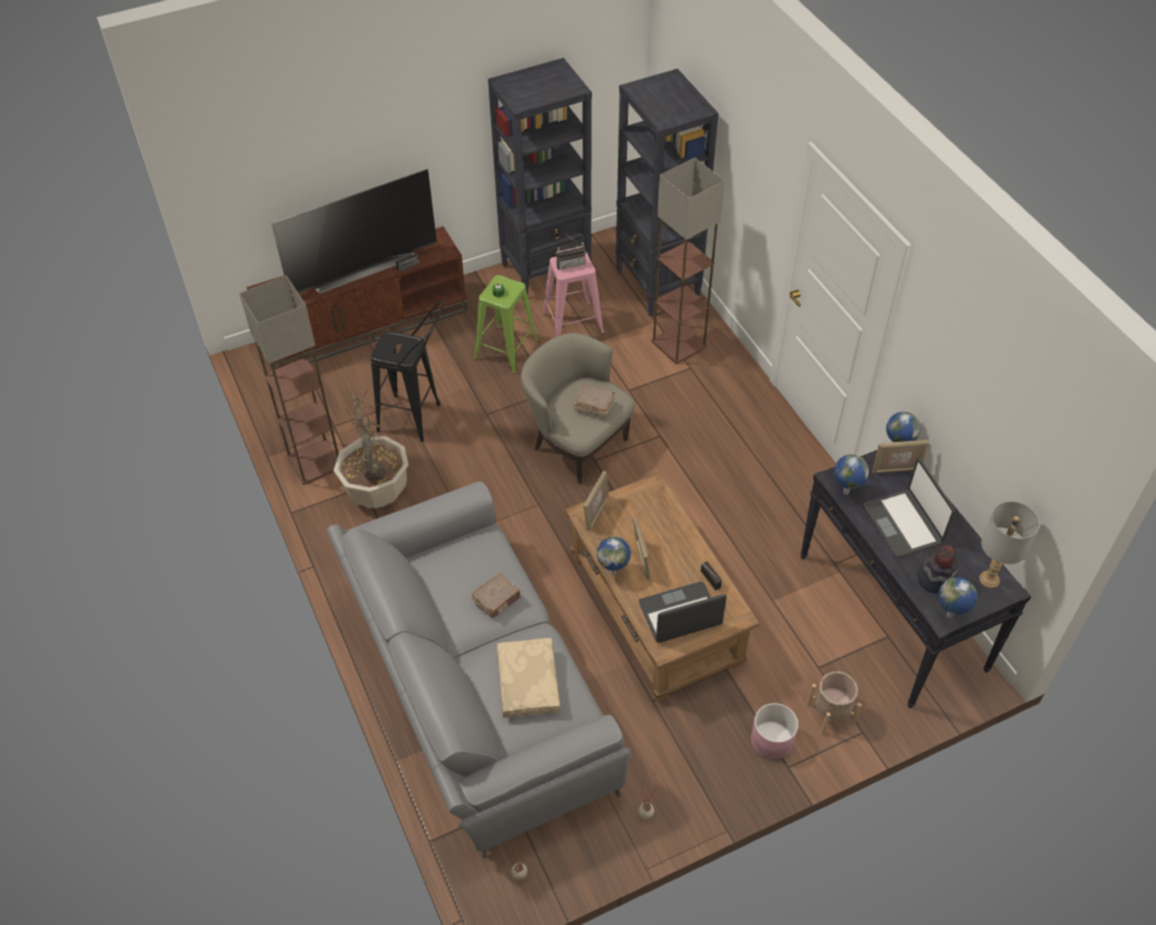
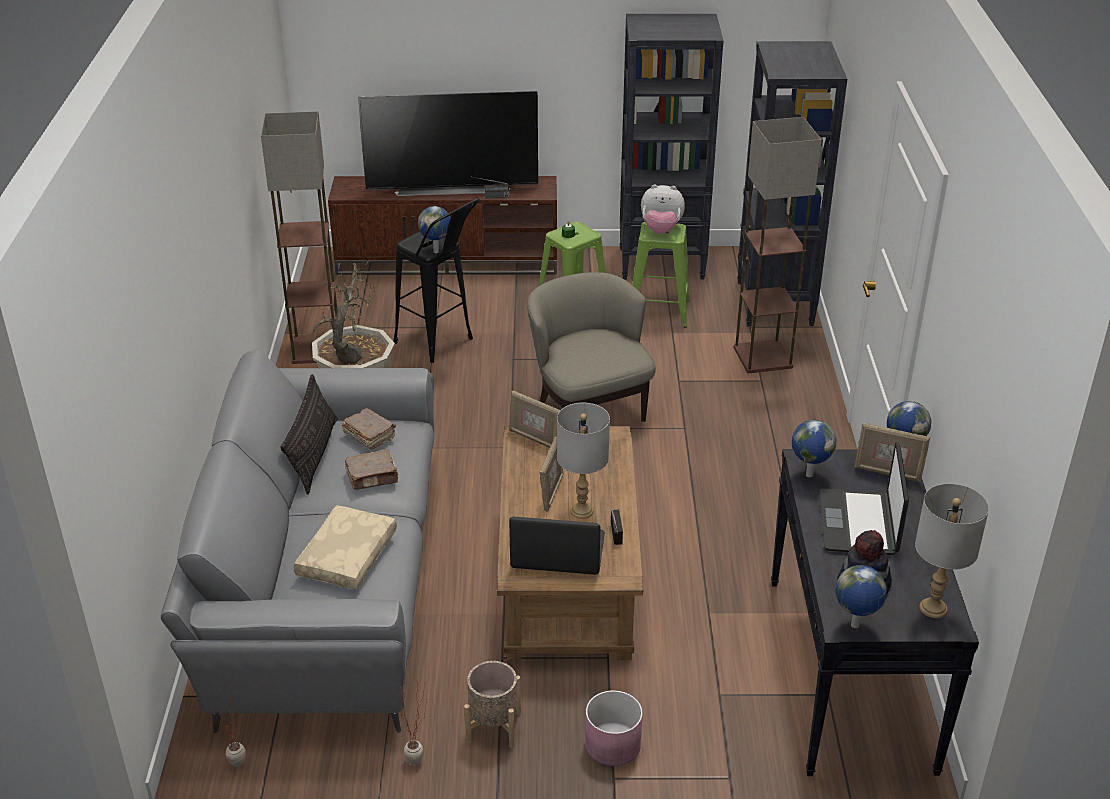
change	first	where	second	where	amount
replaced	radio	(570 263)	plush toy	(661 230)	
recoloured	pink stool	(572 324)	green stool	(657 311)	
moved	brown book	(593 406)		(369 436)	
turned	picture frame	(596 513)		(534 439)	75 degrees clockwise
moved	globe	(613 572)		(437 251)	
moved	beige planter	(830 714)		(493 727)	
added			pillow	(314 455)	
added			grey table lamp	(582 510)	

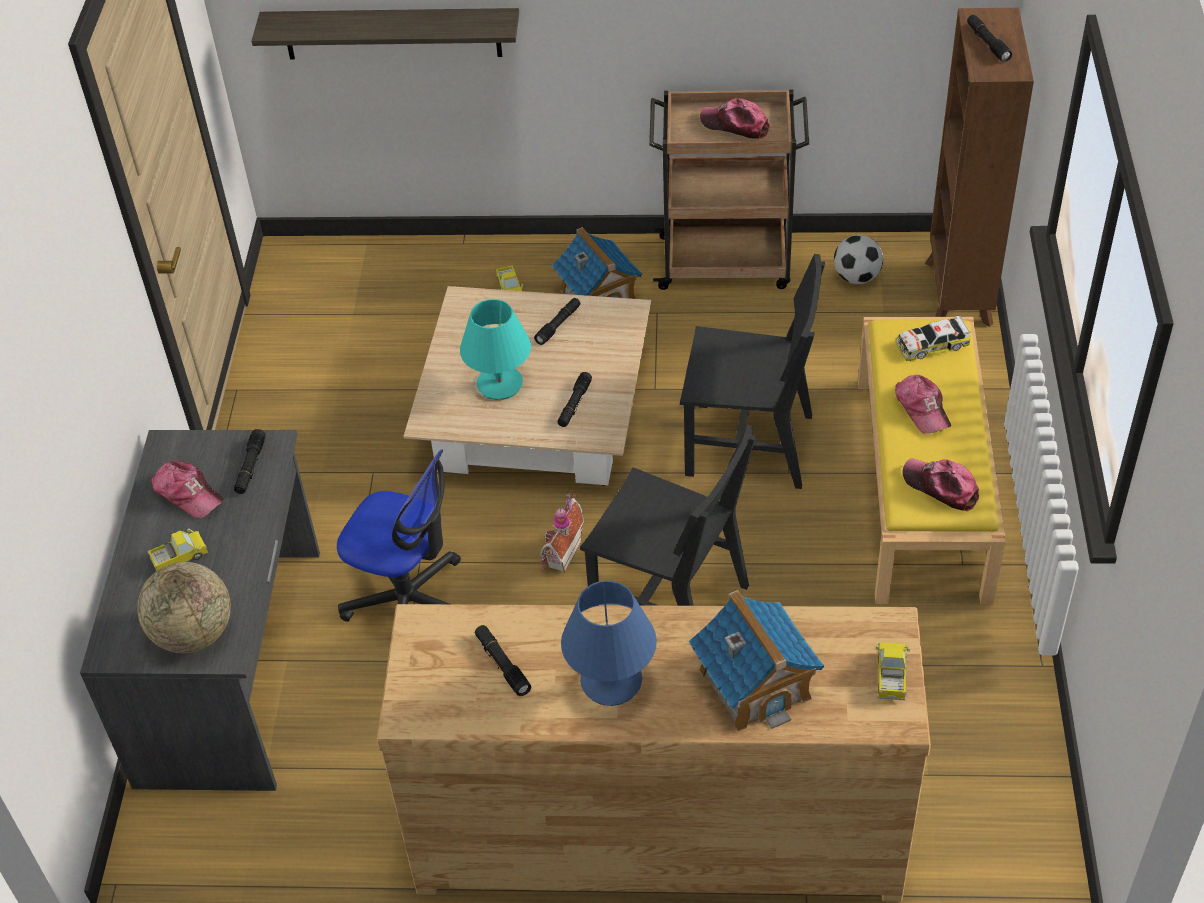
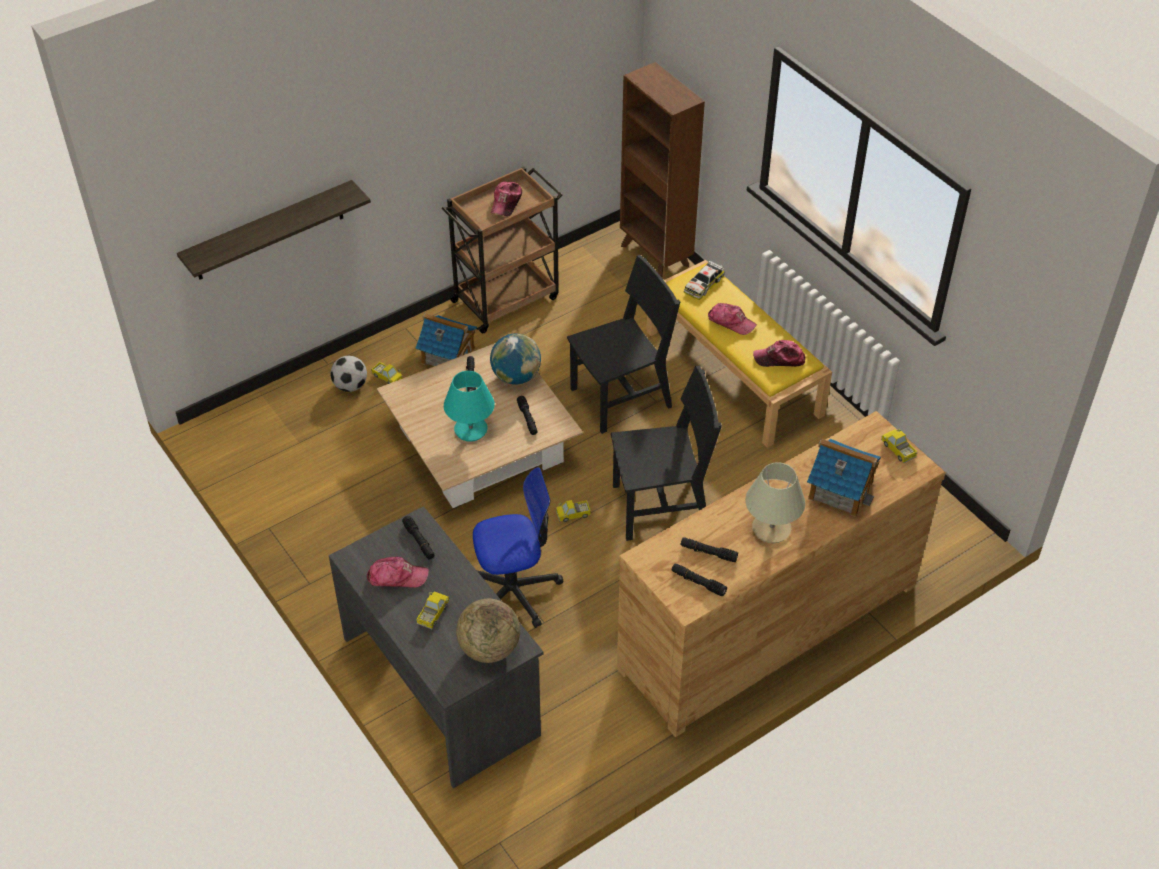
change	first	where	second	where	amount
moved	black flashlight	(987 43)		(698 582)	
turned	cap	(735 125)		(506 202)	60 degrees counterclockwise
moved	football	(856 277)		(350 386)	
replaced	toy house	(560 554)	toy truck	(573 514)	
recoloured	blue table lamp	(611 682)	beige table lamp	(771 529)	
added			globe	(516 377)	

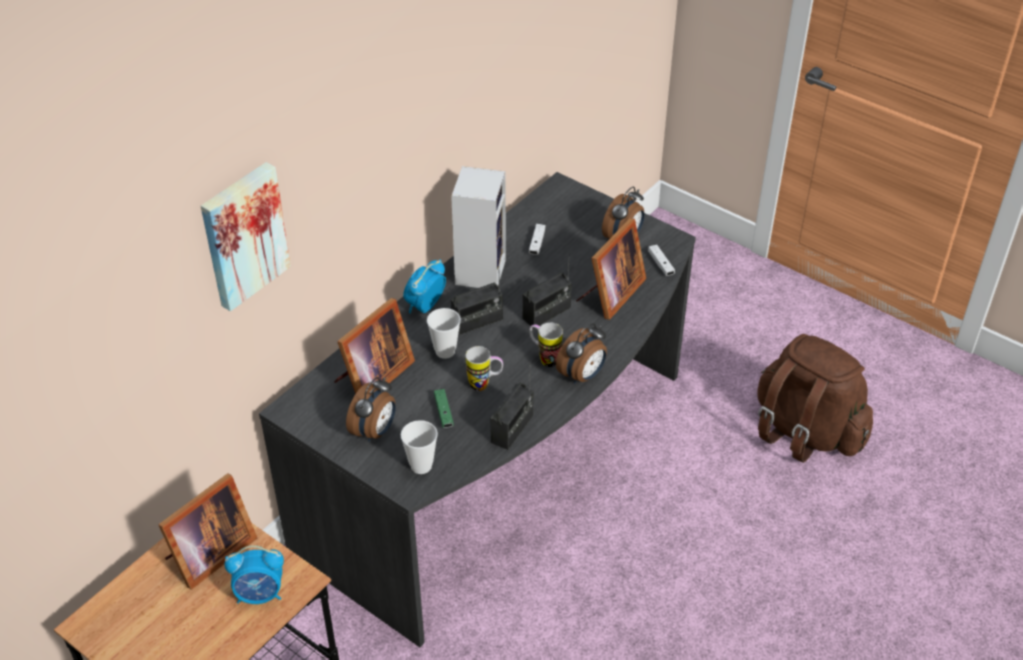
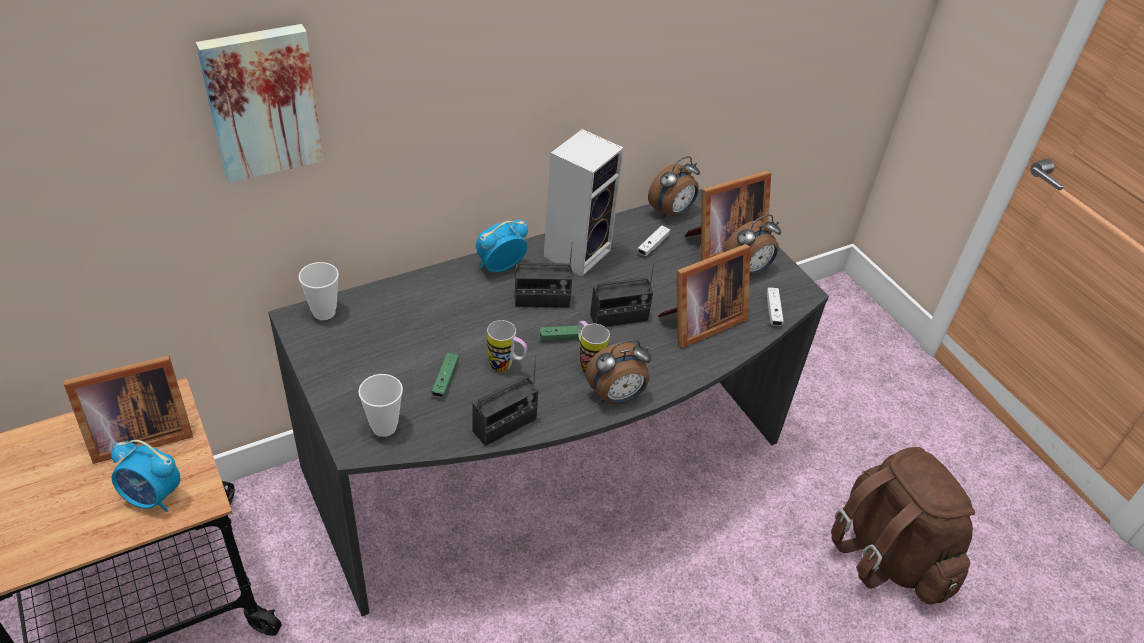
change	first	where	second	where	amount
moved	picture frame	(372 377)		(721 243)	
moved	cup	(445 351)		(324 312)	
moved	alarm clock	(375 431)		(672 212)	
added			green game controller	(565 337)	

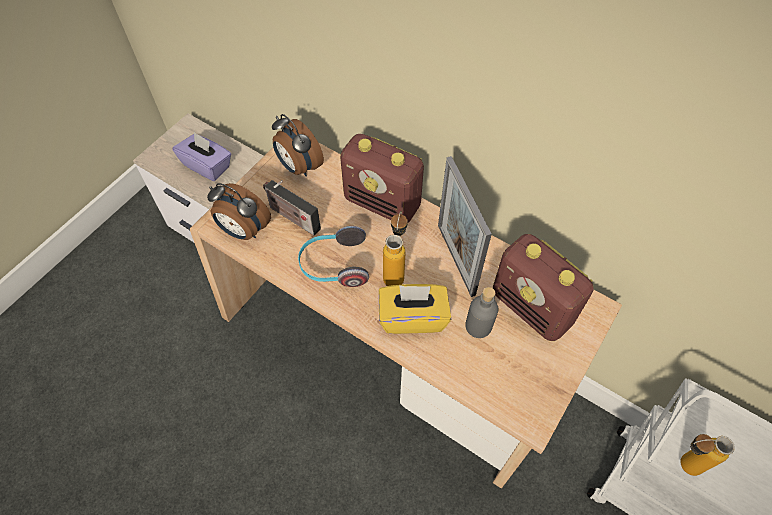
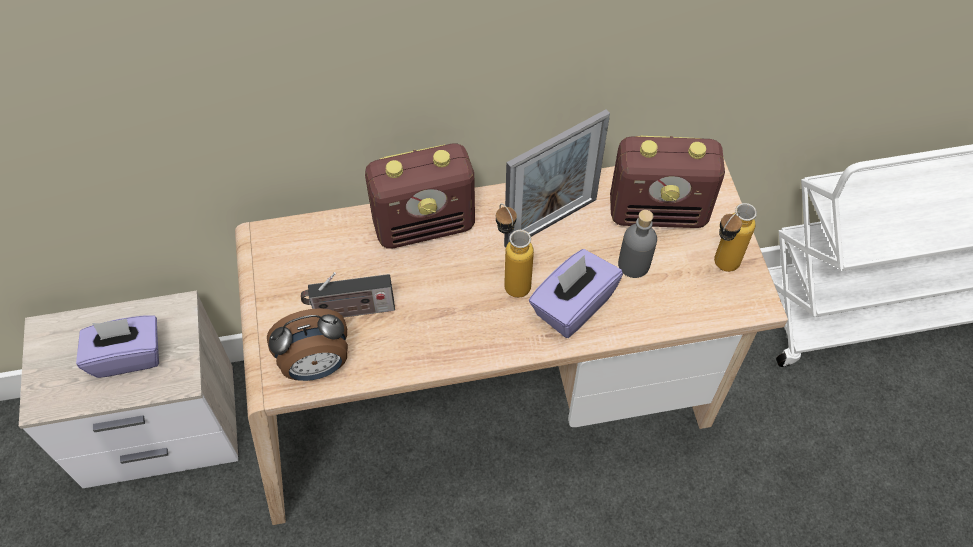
change	first	where	second	where	amount
removed	alarm clock	(298 167)			
turned	picture frame	(456 259)		(551 222)	60 degrees counterclockwise
removed	headphones	(334 265)			
recoloured	yellow tissue box	(412 317)	purple tissue box	(572 305)	
moved	bottle	(681 464)		(719 268)	

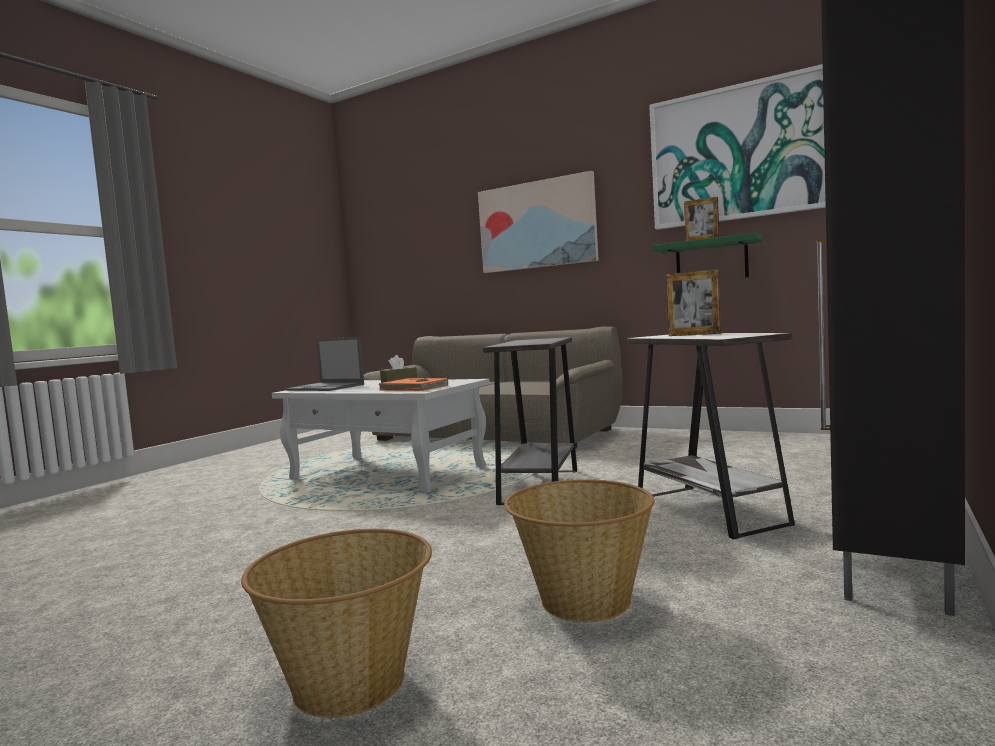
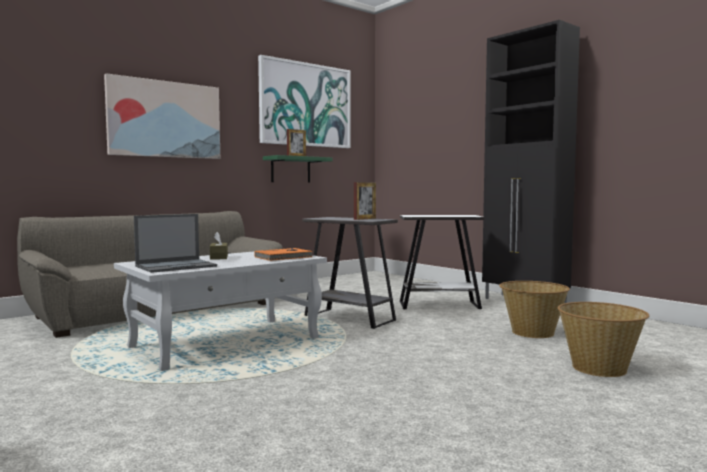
change	first	where	second	where	amount
moved	picture frame	(694 334)		(365 219)	

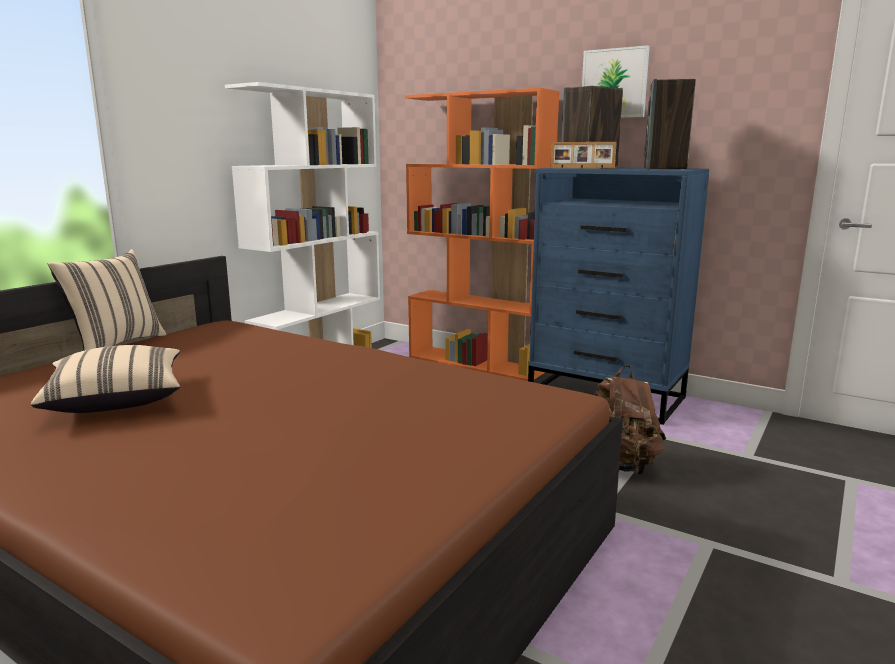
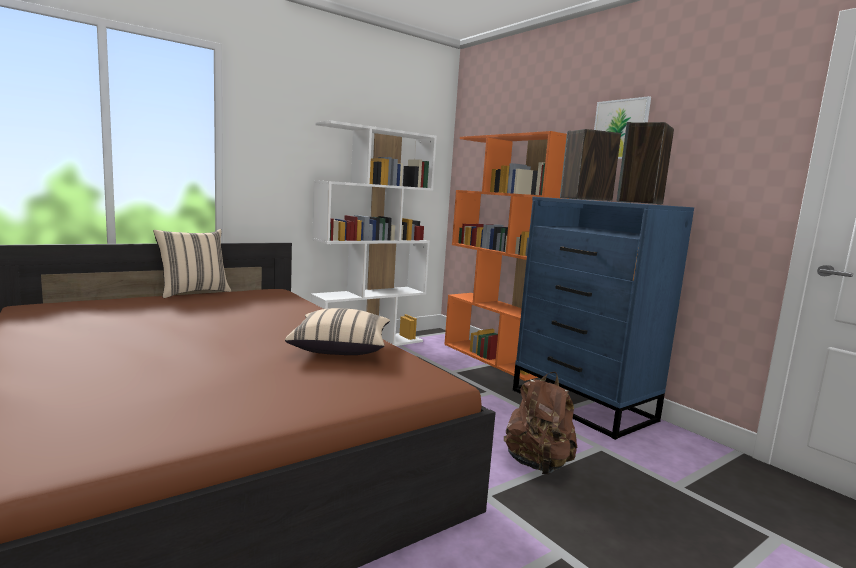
change	first	where	second	where	amount
removed	picture frame	(582 168)			
moved	beige pillow	(117 399)		(341 348)	

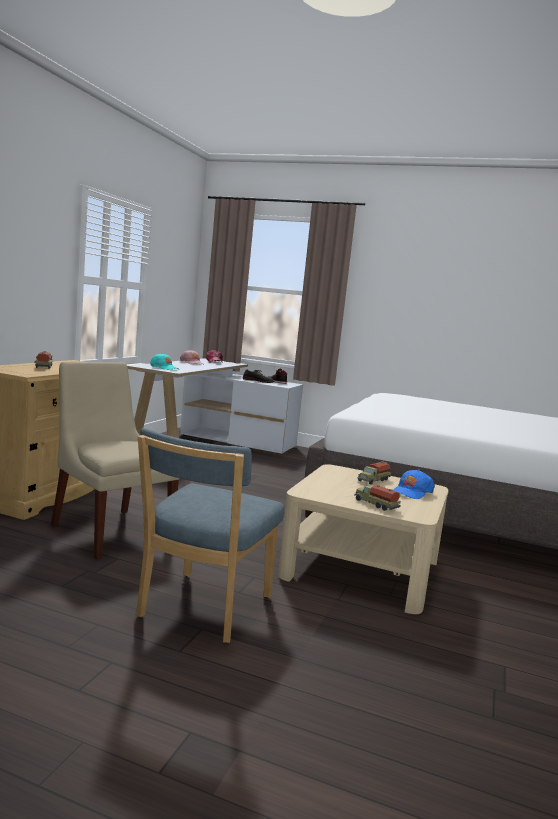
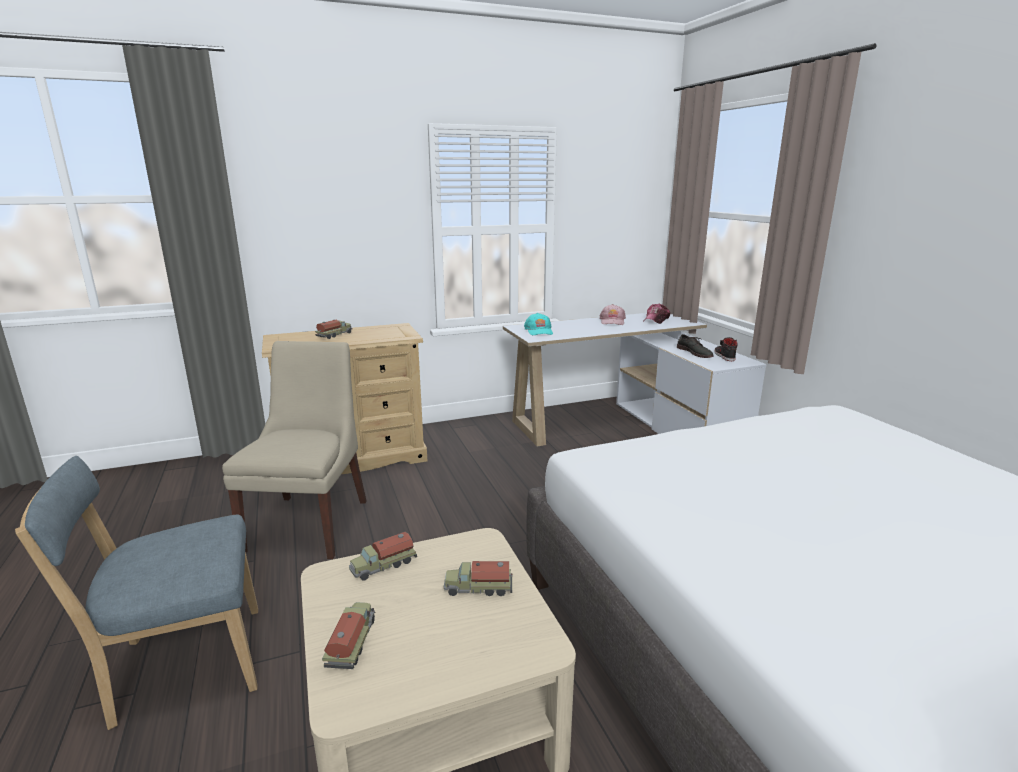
change	first	where	second	where	amount
removed	blue cap	(412 492)			
added			toy truck	(383 566)	

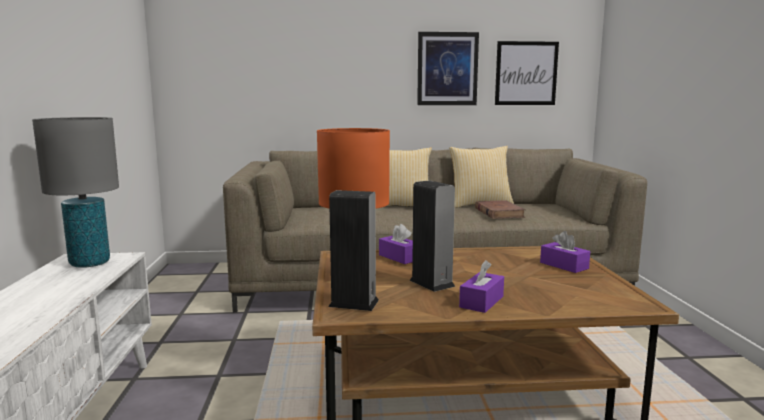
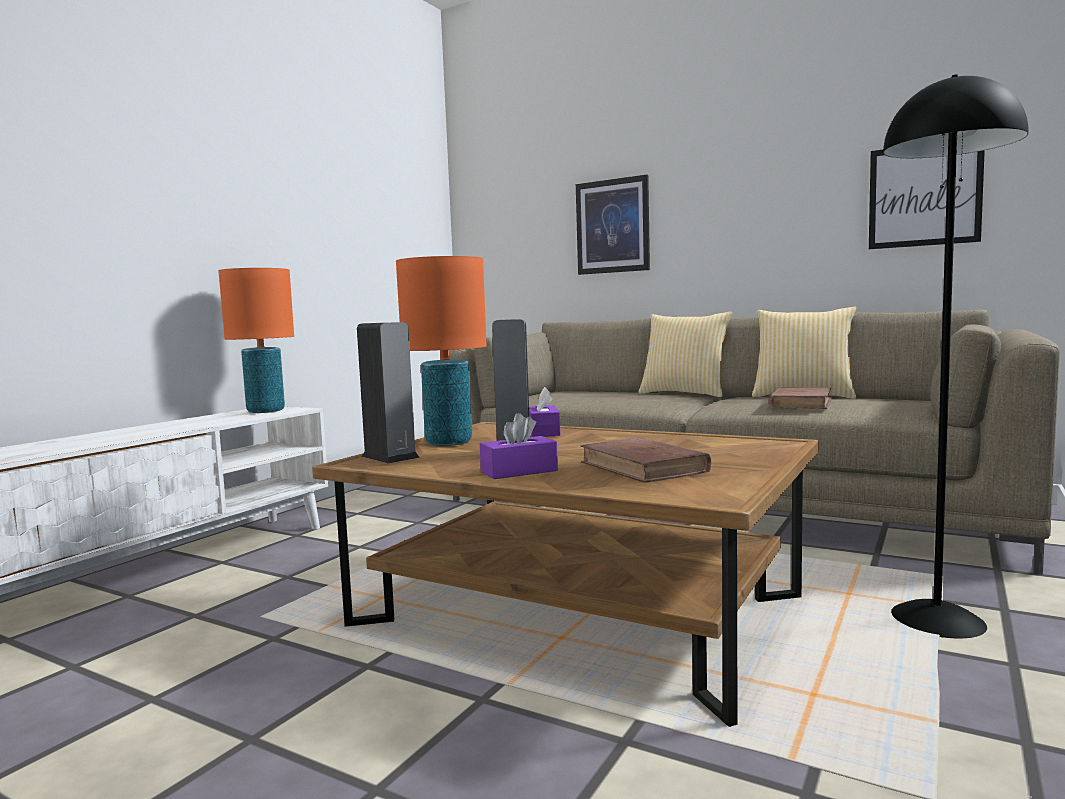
change	first	where	second	where	amount
moved	picture	(447 69)		(612 226)	
recoloured	grey table lamp	(89 263)	orange table lamp	(265 411)	
removed	purple tissue box	(564 265)			
added			black floor lamp	(938 619)	
added			brown book	(643 467)	

